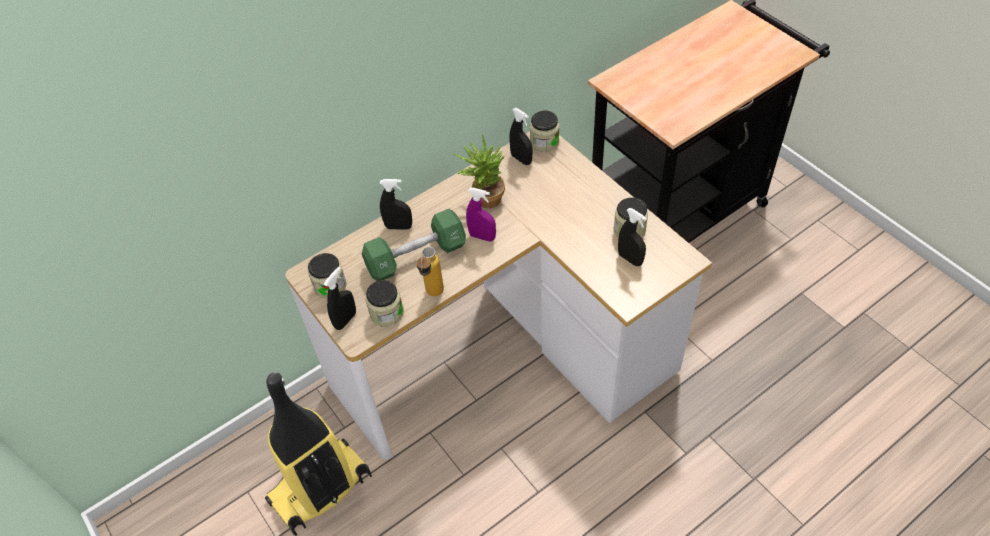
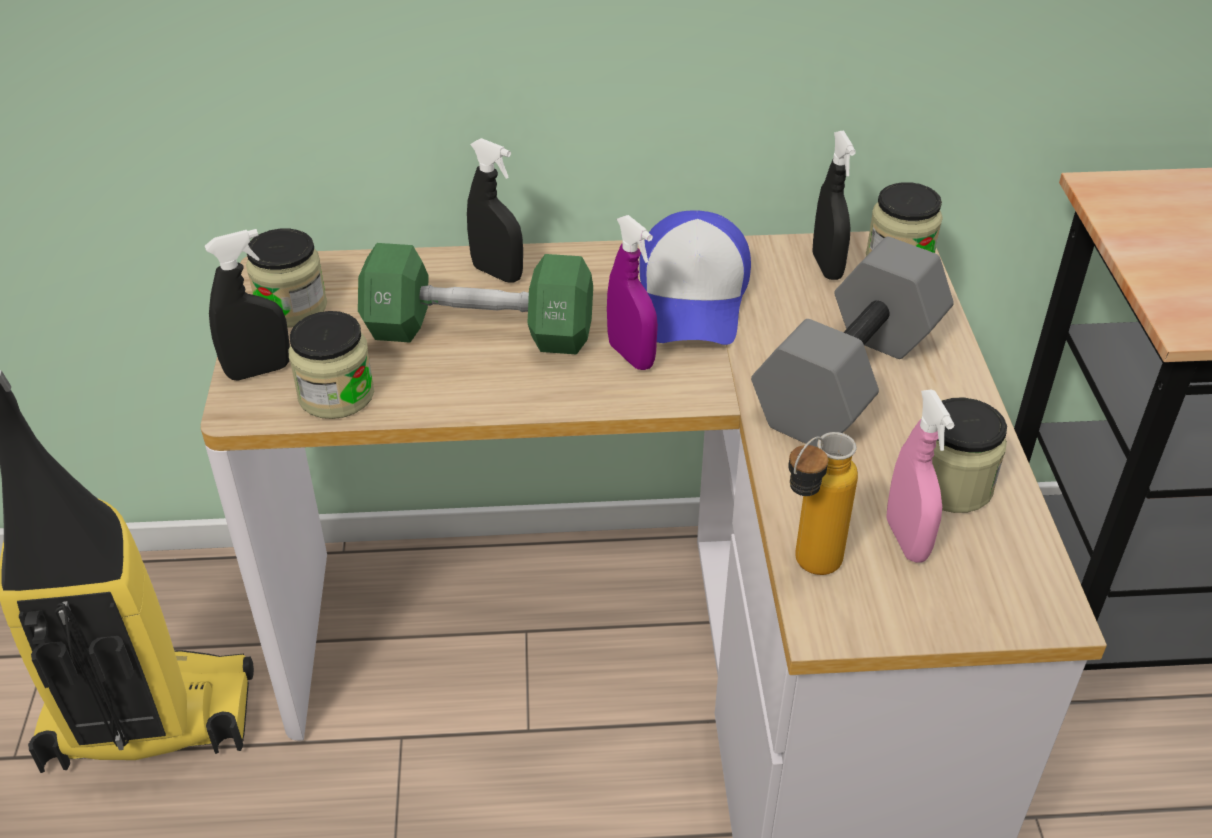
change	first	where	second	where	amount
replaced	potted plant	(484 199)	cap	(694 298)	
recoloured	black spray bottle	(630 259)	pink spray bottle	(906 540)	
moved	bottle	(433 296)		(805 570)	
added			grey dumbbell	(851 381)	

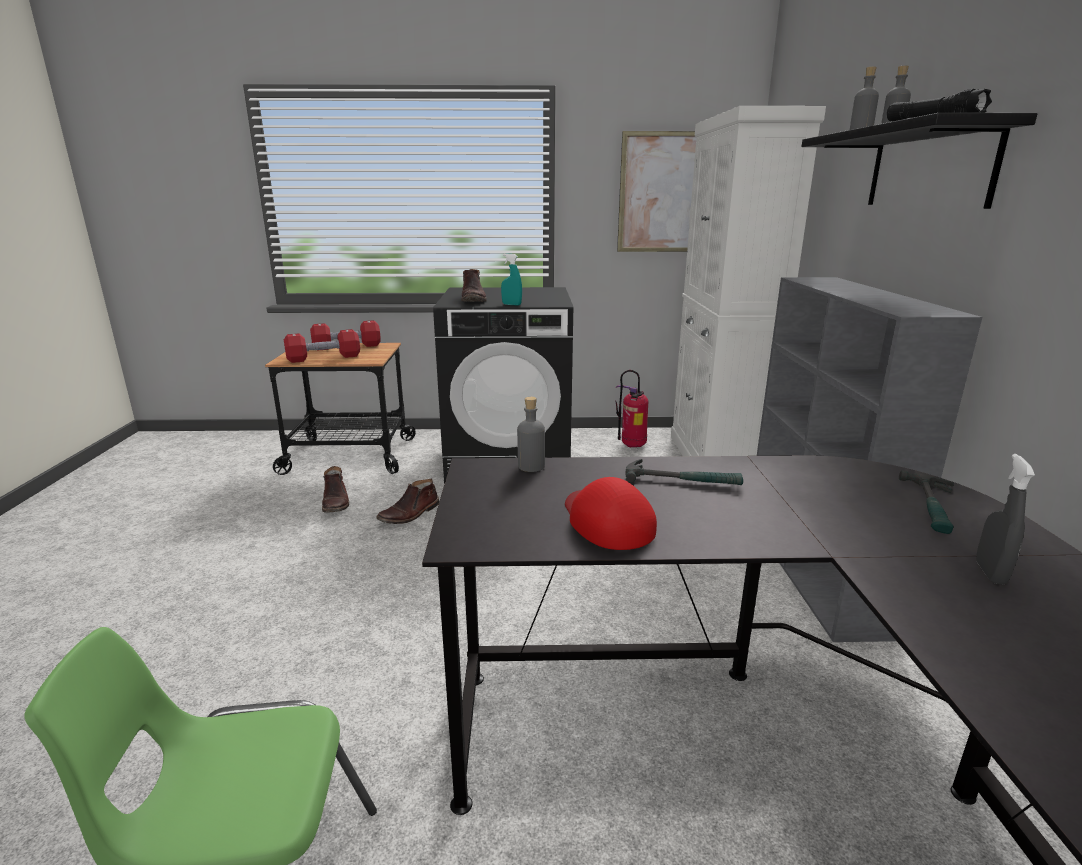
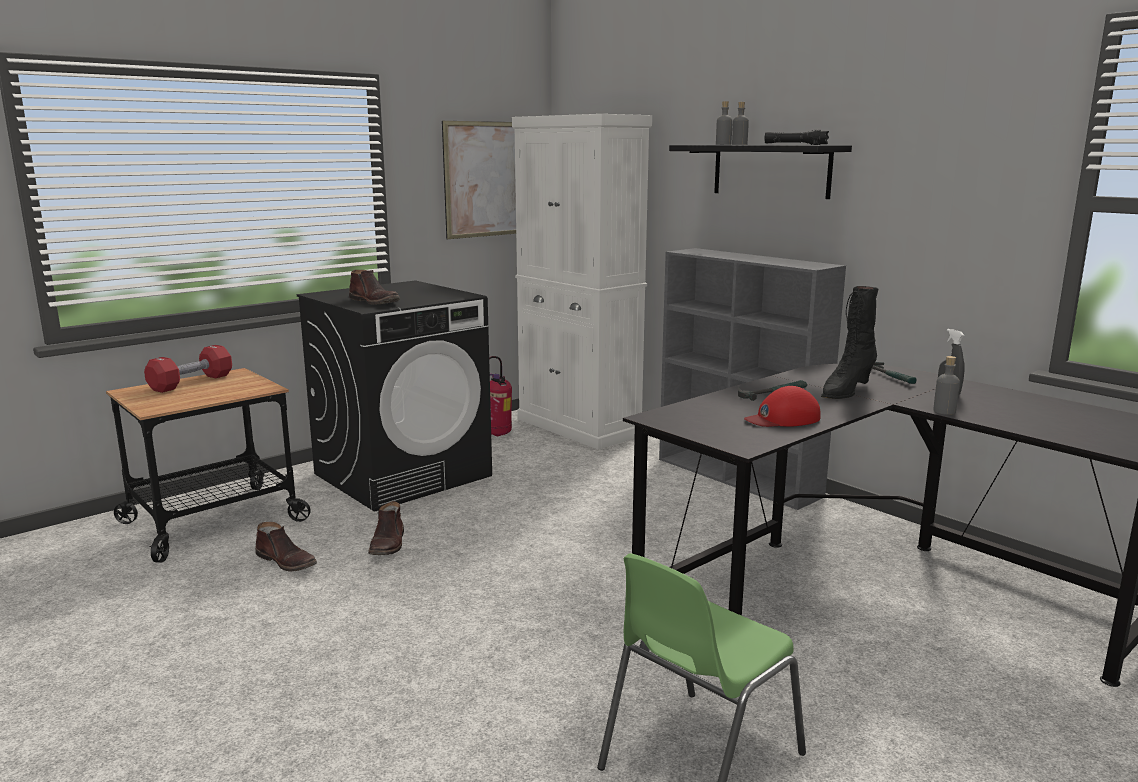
change	first	where	second	where	amount
removed	turquoise spray bottle	(511 304)			
removed	red dumbbell	(324 358)			
moved	grey bottle	(531 466)		(944 411)	
turned	red cap	(606 521)		(782 419)	45 degrees counterclockwise
added			black boot	(845 391)	

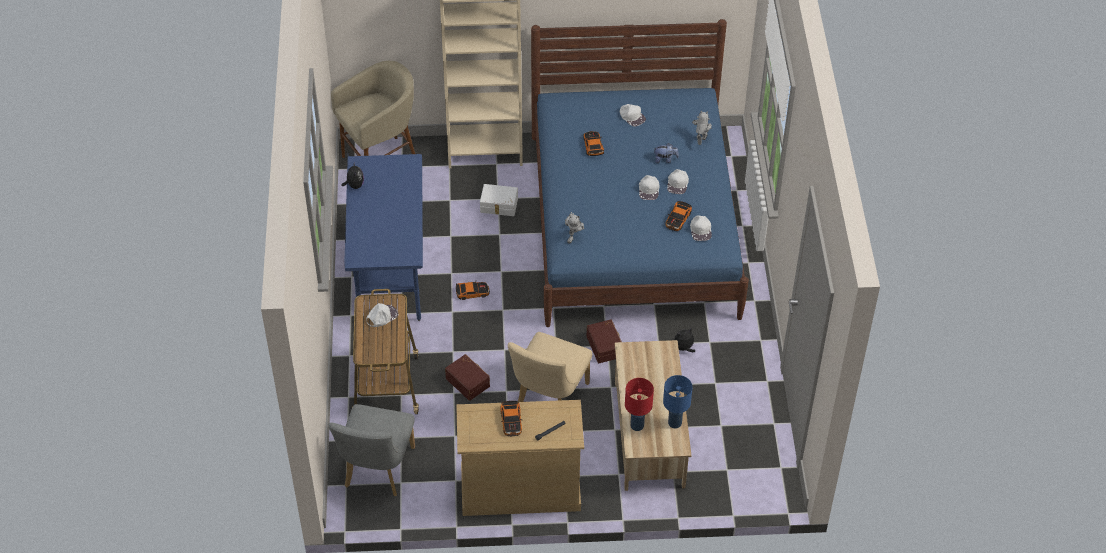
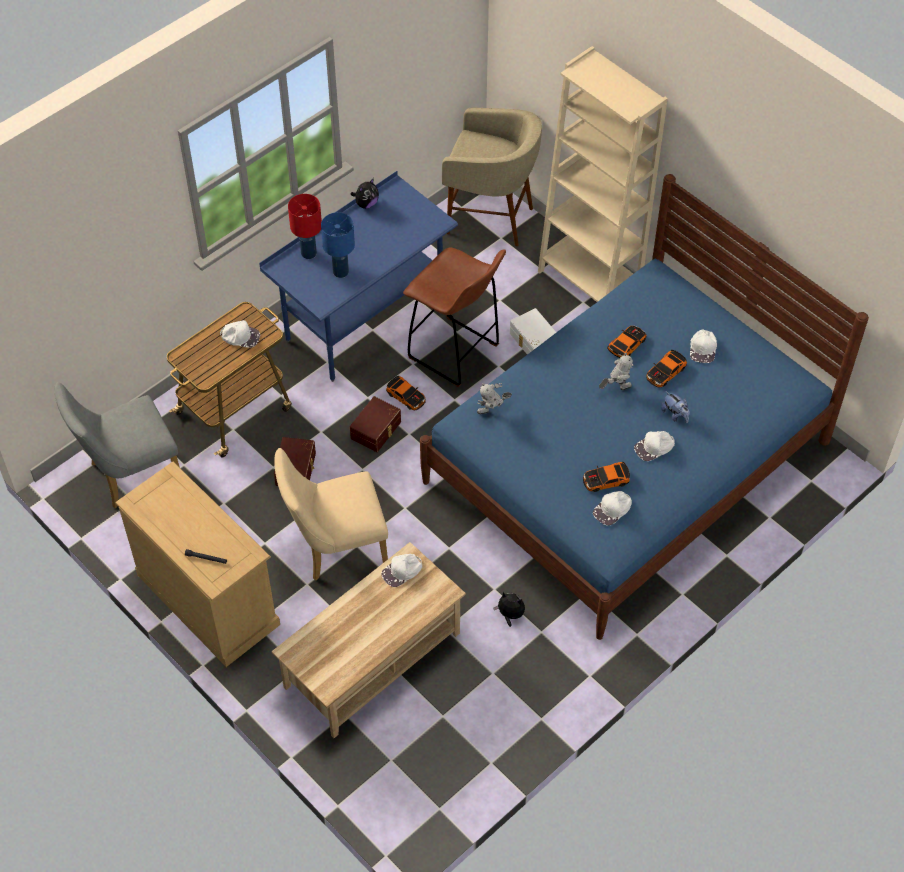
change	first	where	second	where	amount
moved	toy robot	(700 141)		(616 388)	
moved	white cap	(649 189)		(402 571)	
moved	brown storage box	(605 346)		(377 430)	
moved	blue table lamp	(675 423)		(341 272)	
moved	red table lamp	(637 425)		(309 253)	
moved	toy car	(511 421)		(666 372)	
added			brown stool	(455 353)	

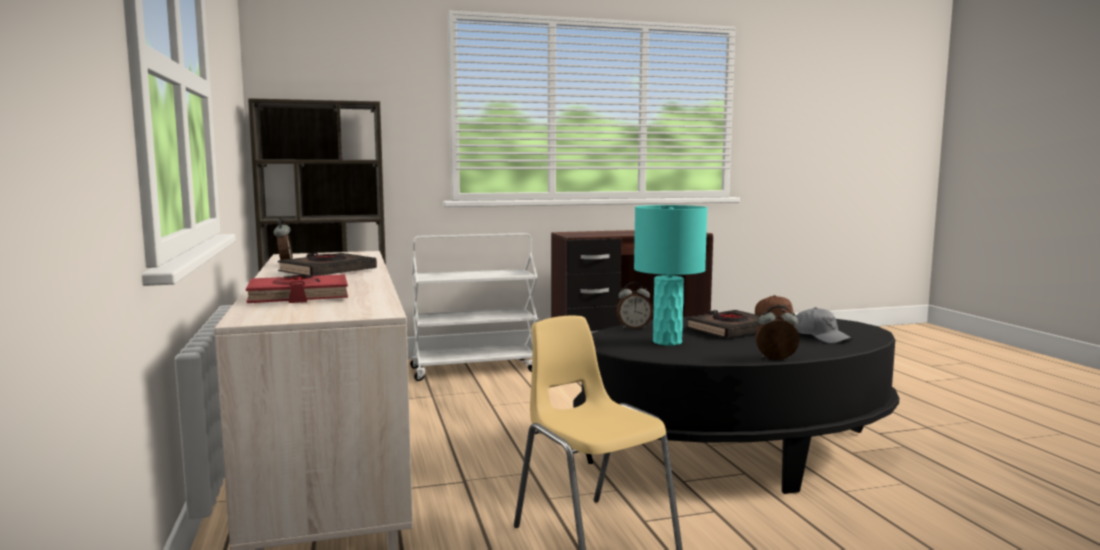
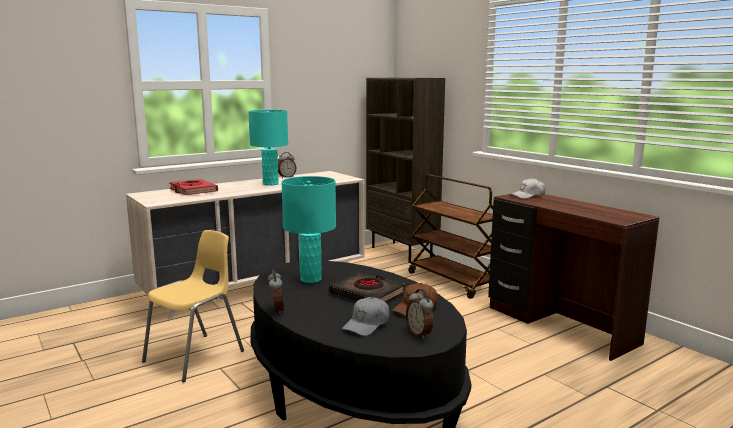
change	first	where	second	where	amount
recoloured	white cart	(475 369)	brown cart	(453 281)	
replaced	black book	(327 271)	turquoise table lamp	(270 184)	
moved	alarm clock	(633 328)		(420 334)	
added			white cap	(528 196)	

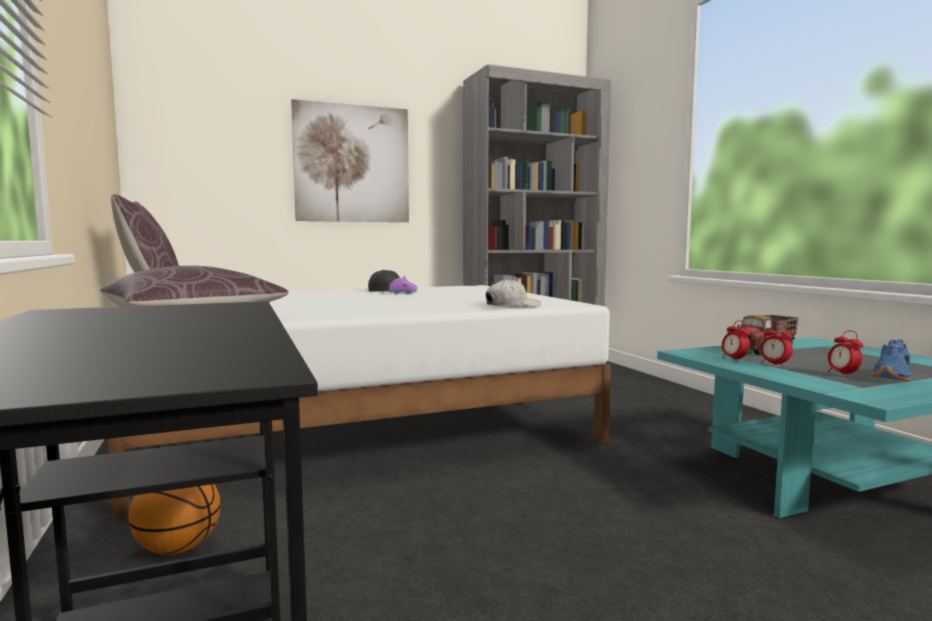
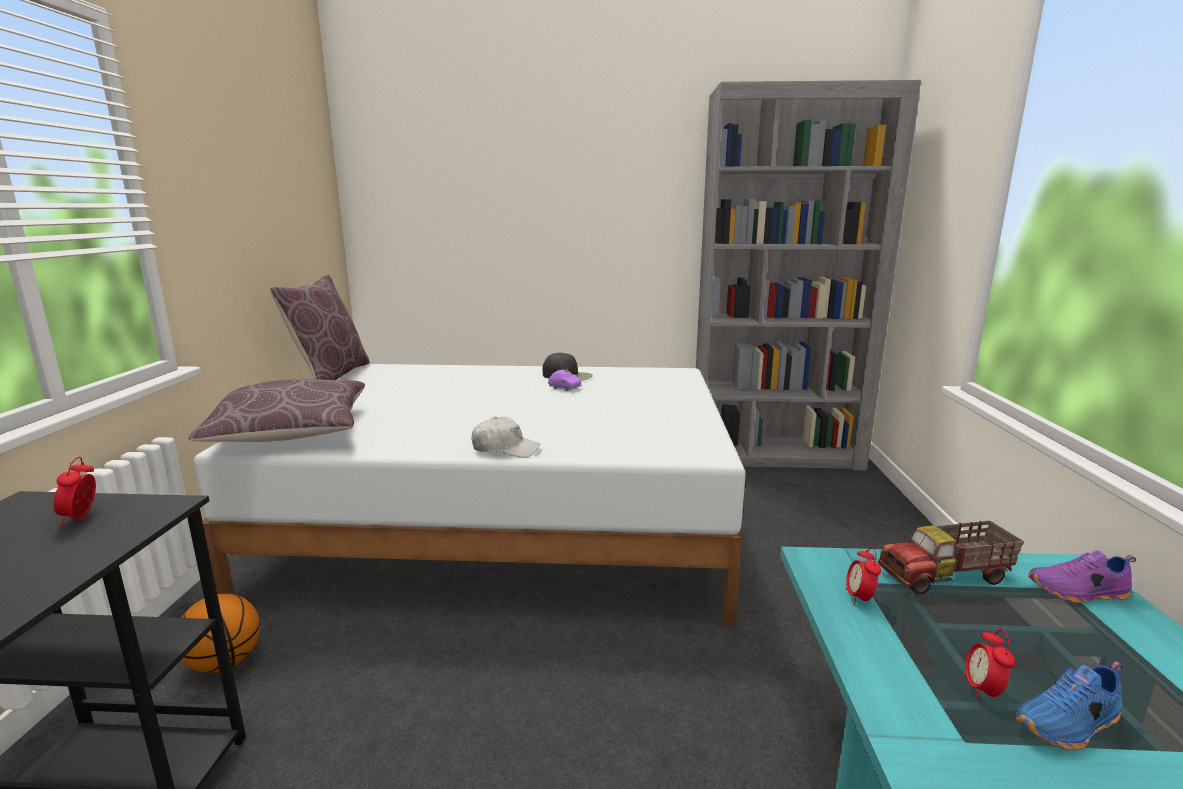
change	first	where	second	where	amount
removed	picture	(352 164)			
moved	white cap	(512 306)		(505 449)	
moved	alarm clock	(774 365)		(82 518)	
added			purple shoe	(1079 593)	

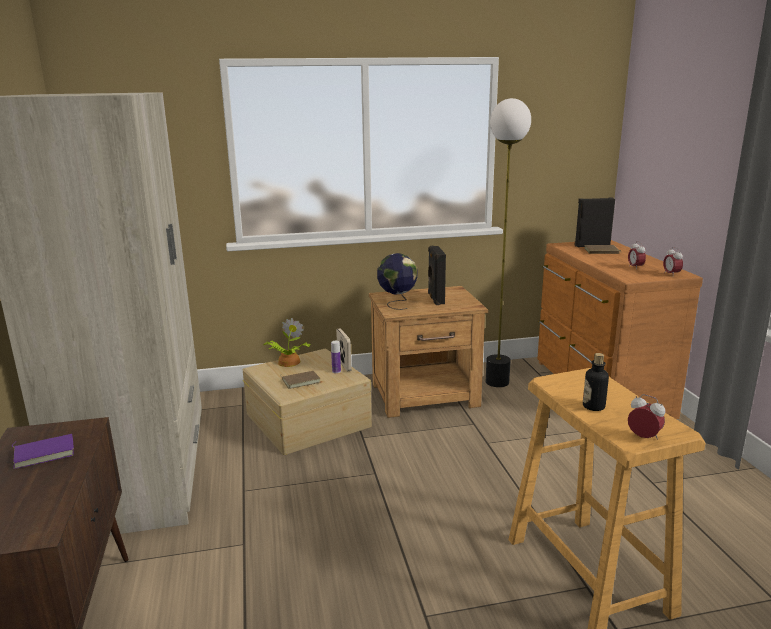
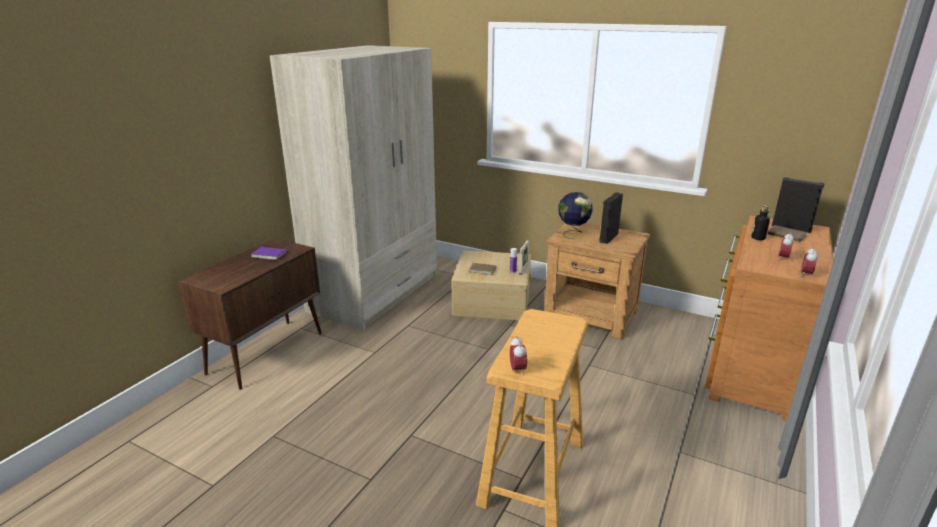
change	first	where	second	where	amount
removed	floor lamp	(497 382)			
removed	potted plant	(287 362)			
moved	bottle	(593 406)		(758 238)	

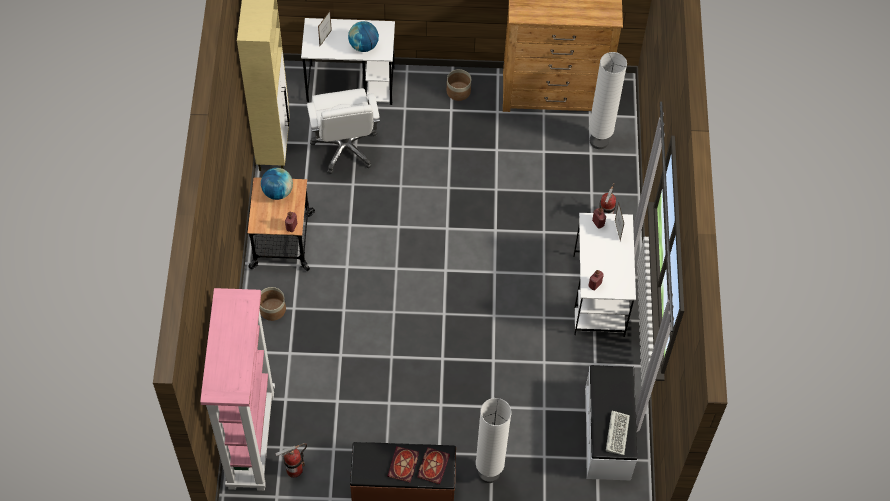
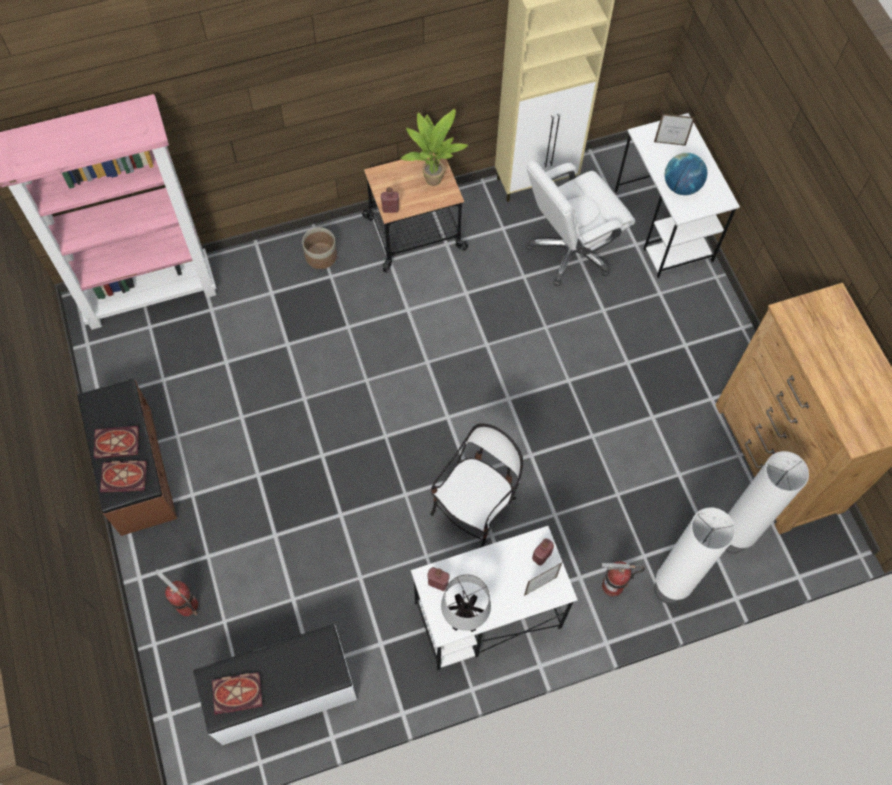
change	first	where	second	where	amount
removed	planter	(458 91)			
replaced	globe	(277 192)	potted plant	(432 179)	
moved	white floor lamp	(489 473)		(668 589)	
replaced	keyboard	(616 432)	book	(238 692)	
moved	fire extinguisher	(294 470)		(187 605)	
added			chair	(475 510)	
added			table lamp	(464 618)	

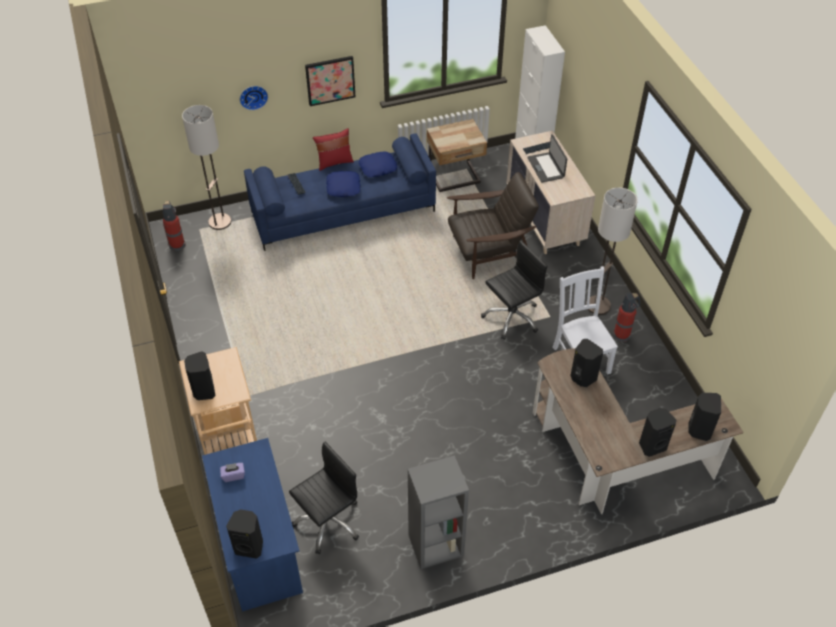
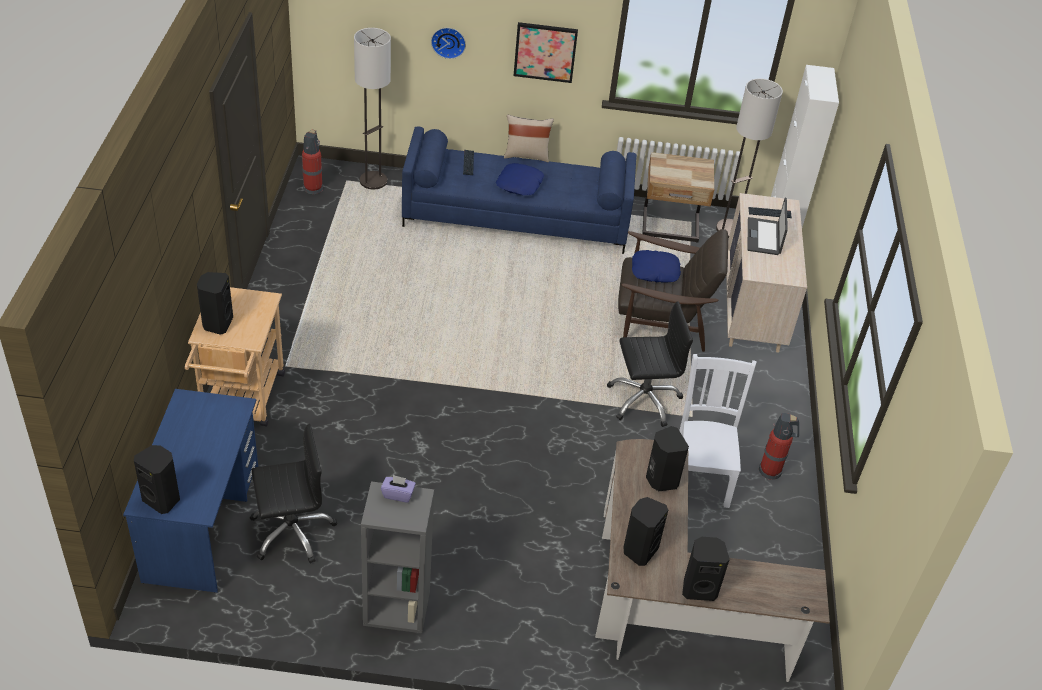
change	first	where	second	where	amount
recoloured	red pillow	(334 162)	beige pillow	(526 155)	
moved	blue pillow	(378 168)		(655 271)	
moved	floor lamp	(598 305)		(729 229)	
moved	black speaker	(699 430)		(639 550)	
moved	purple tissue box	(233 475)		(398 494)	

